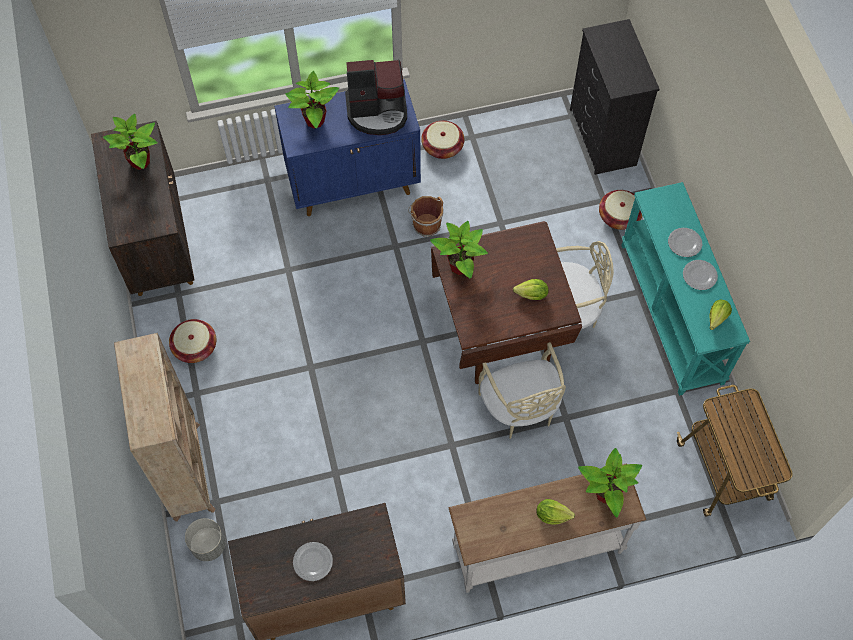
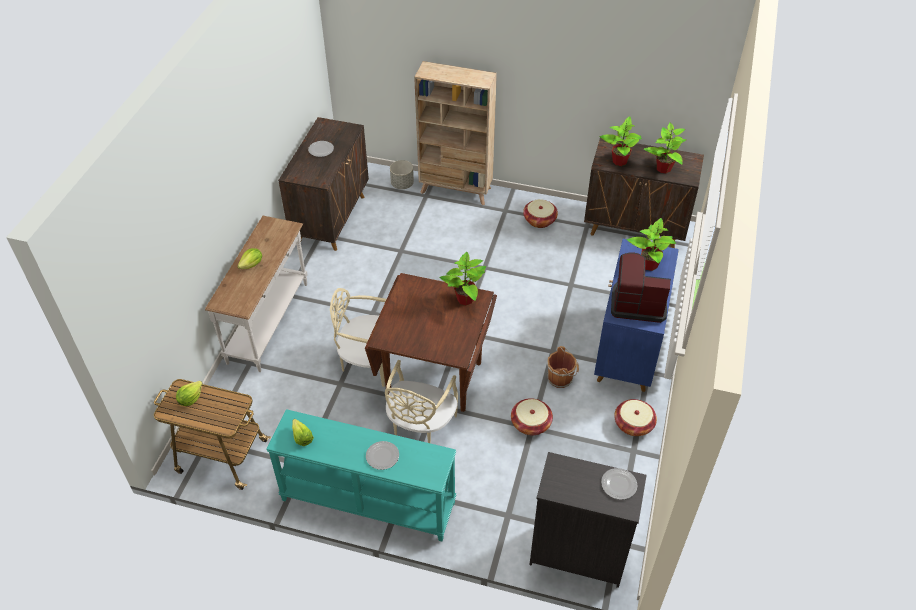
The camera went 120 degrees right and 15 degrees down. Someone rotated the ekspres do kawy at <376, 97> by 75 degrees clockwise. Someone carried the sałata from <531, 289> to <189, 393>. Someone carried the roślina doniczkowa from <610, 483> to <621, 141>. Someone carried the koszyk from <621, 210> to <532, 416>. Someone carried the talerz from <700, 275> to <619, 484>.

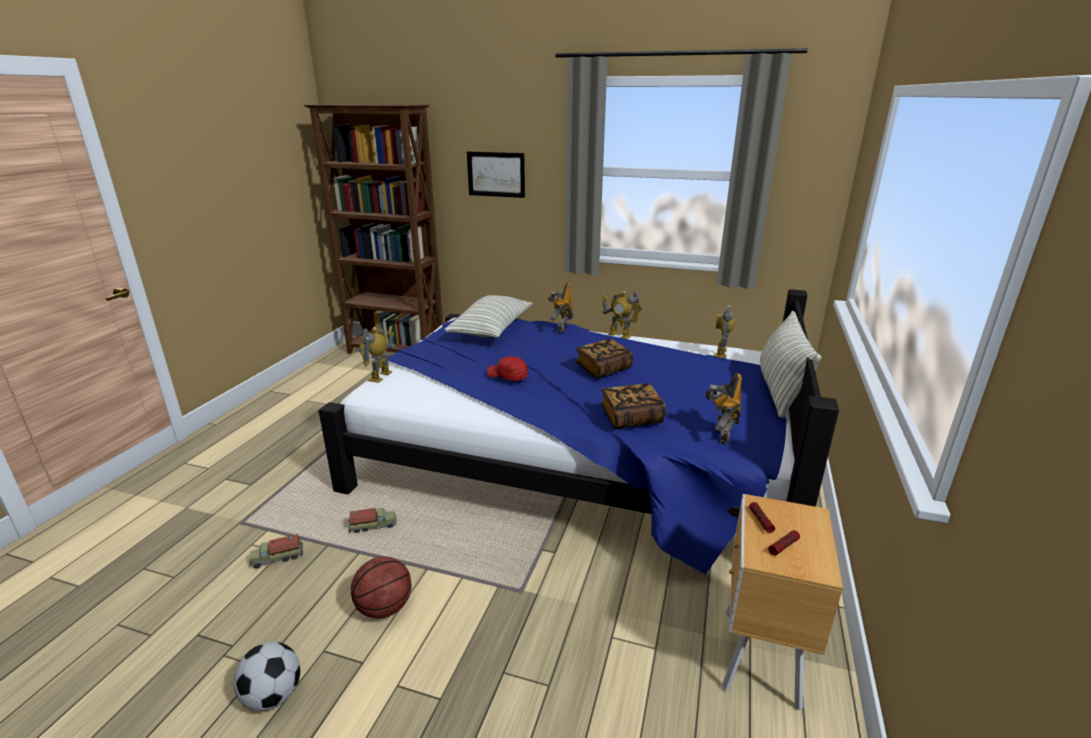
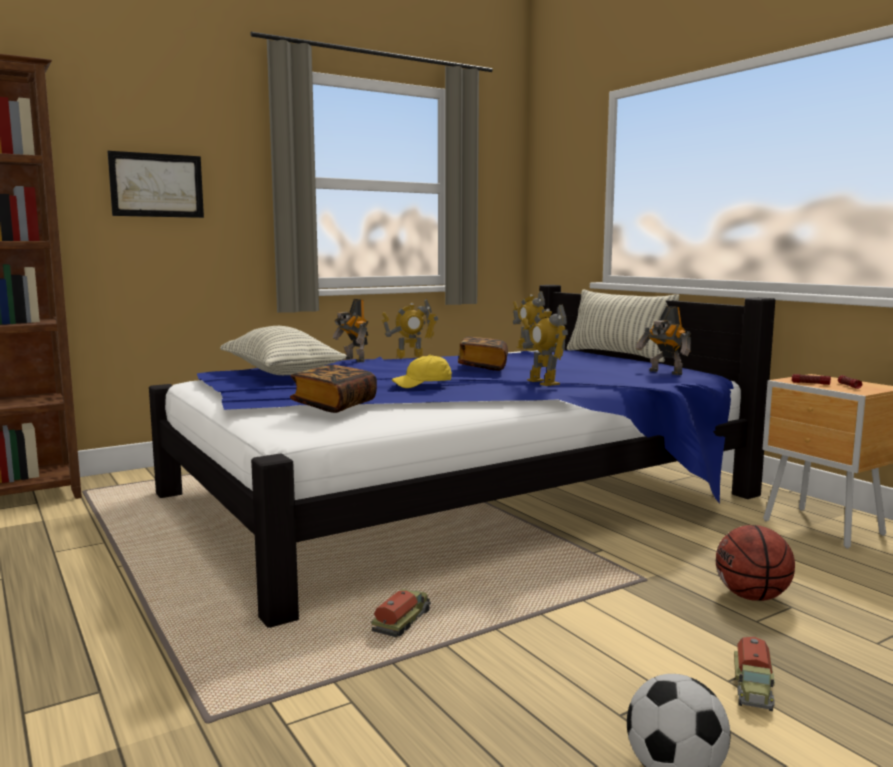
The camera went 50 degrees left and 15 degrees down. Someone carried the ciężarówka zabawkowa from <276, 551> to <754, 674>. Someone carried the piłka do koszykówki from <381, 587> to <755, 563>. Someone carried the robot zabawkowy from <376, 354> to <545, 345>. Someone repainted the czapka z daszkiem/czerwony at <507, 368>, which became the czapka z daszkiem/żółty at <422, 371>. Someone carried the książka from <633, 406> to <333, 389>.

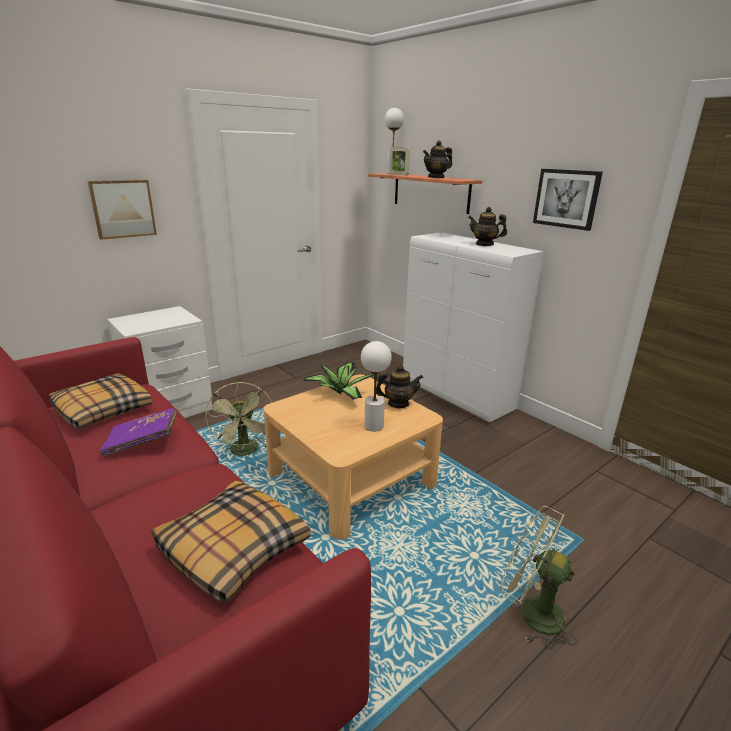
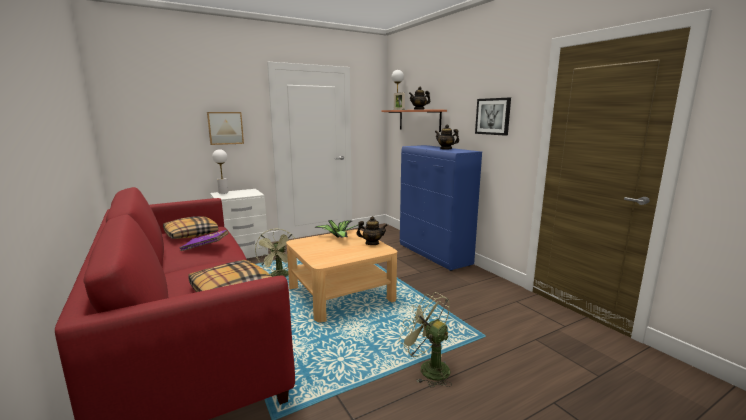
The camera went 10 degrees right and 10 degrees down. Someone carried the lampa stołowa/biały from <376, 386> to <220, 171>. Someone repainted the szafka/biały at <473, 327>, which became the szafka/niebieski at <441, 208>.

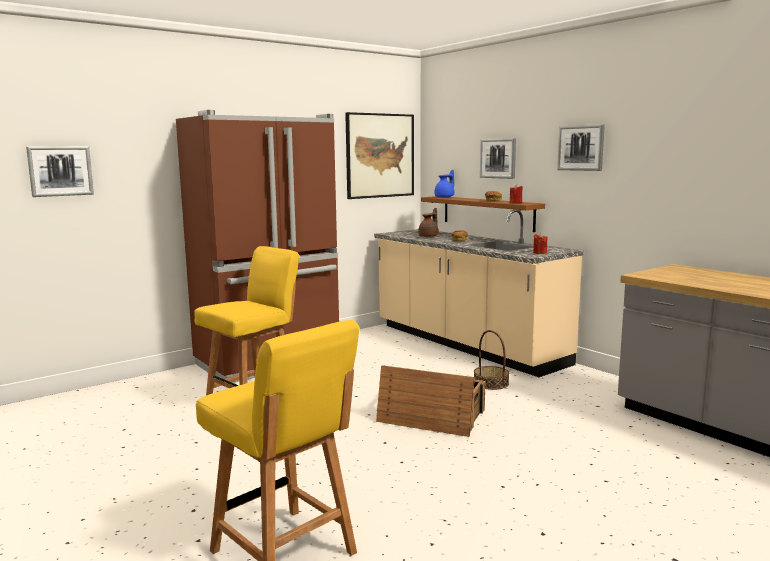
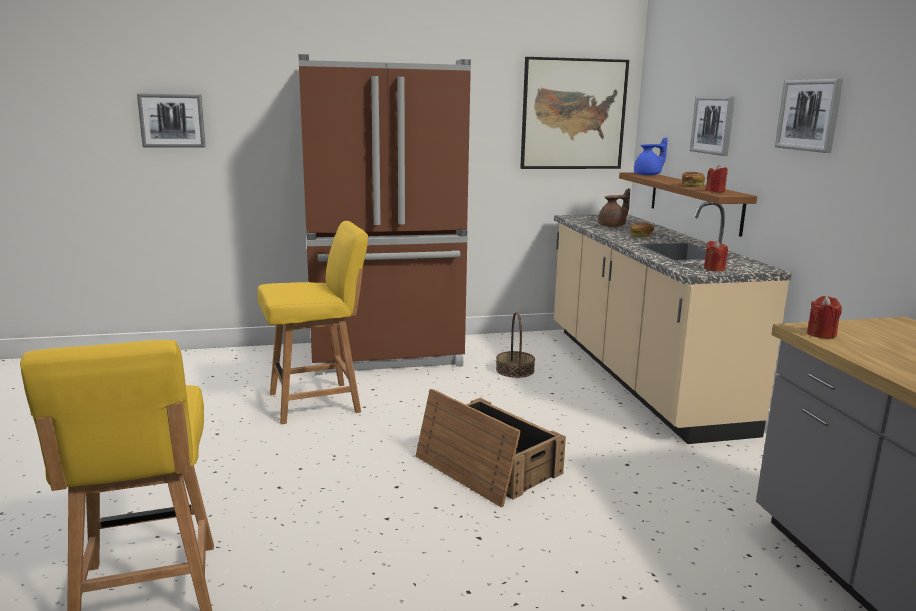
The camera went 25 degrees right and 5 degrees up. Someone carried the koszyk from <491, 360> to <515, 345>. Someone put down the świeca/czerwony at <824, 317>.

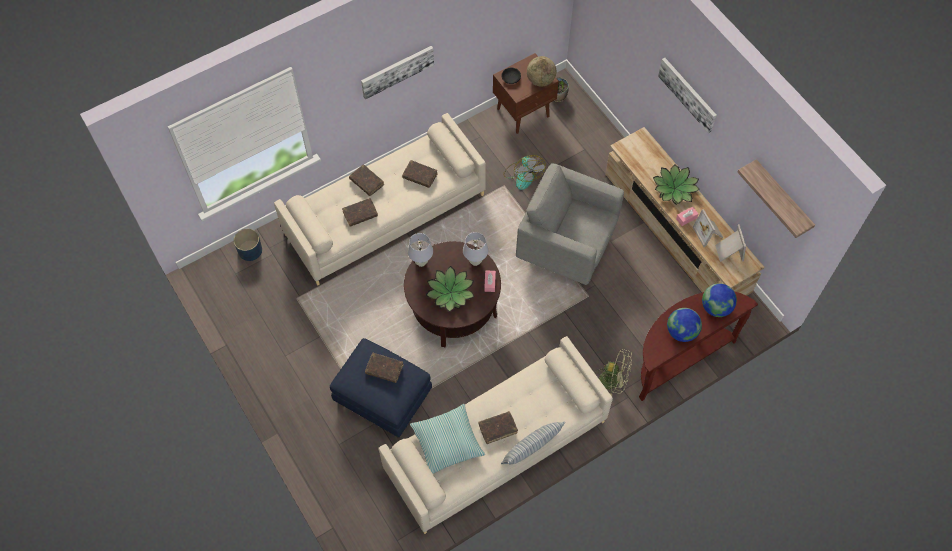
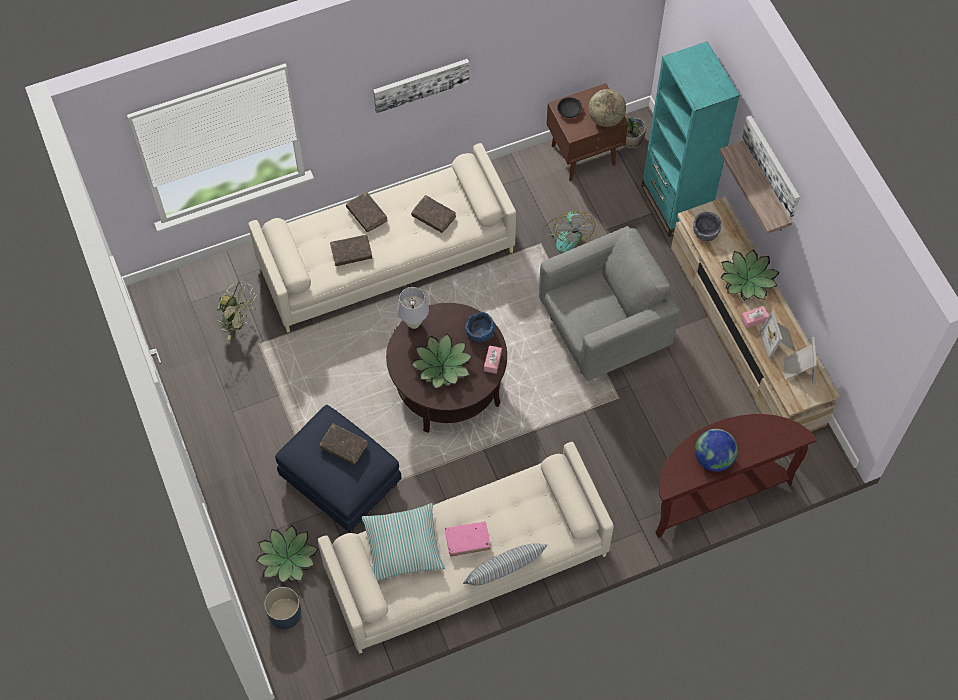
The camera went 10 degrees right and 0 degrees up. Someone carried the donica/niebieski from <248, 245> to <283, 608>. Someone swapped the lampa stołowa/biały at <475, 249> for the miska/niebieski at <480, 327>. Someone repainted the książka/brązowy at <498, 427>, which became the książka/różowy at <468, 539>. Someone rotated the fotel/szary at <570, 224> by 120 degrees clockwise. Someone carried the wentylator/zielony from <613, 372> to <237, 310>. Someone took away the globus at <719, 300>. Someone carried the półka from <776, 198> to <755, 187>. Someone put down the roślina doniczkowa at <287, 554>. Someone put down the regał/turkusowy at <690, 139>. Someone put down the miska/szary at <707, 226>.

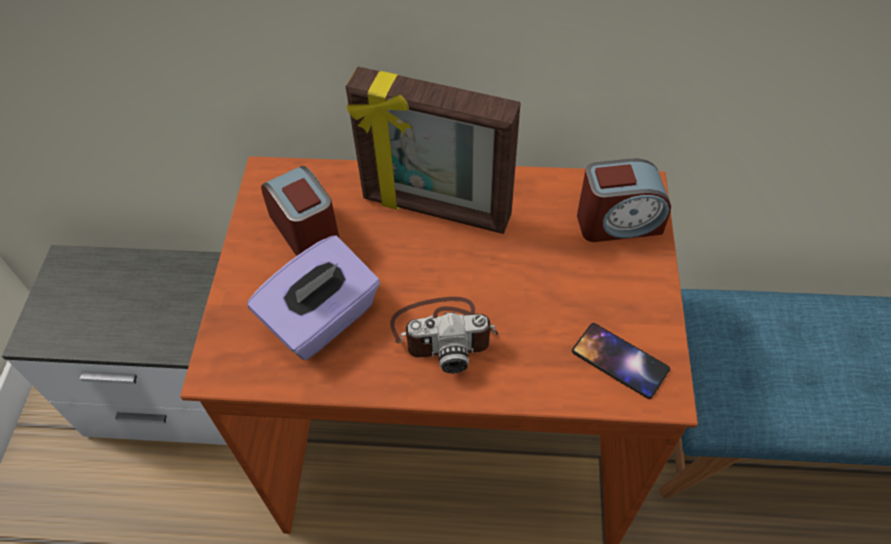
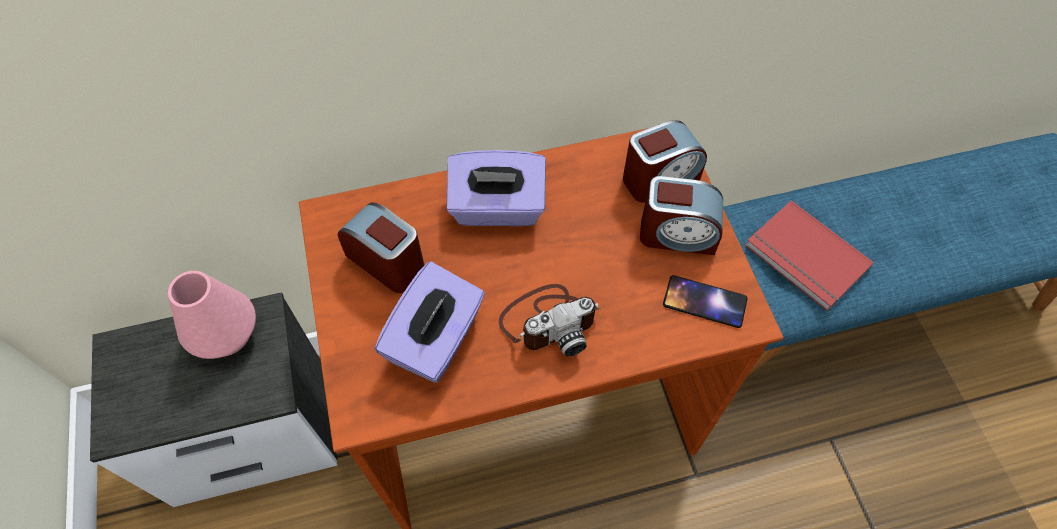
The camera went 20 degrees left and 5 degrees up. Someone swapped the ramka na zdjęcie at <433, 150> for the pudełko chusteczek/fioletowy at <496, 188>. Someone put down the wazon/różowy at <212, 315>. Someone put down the budzik at <681, 215>. Someone put down the książka/czerwony at <809, 255>.

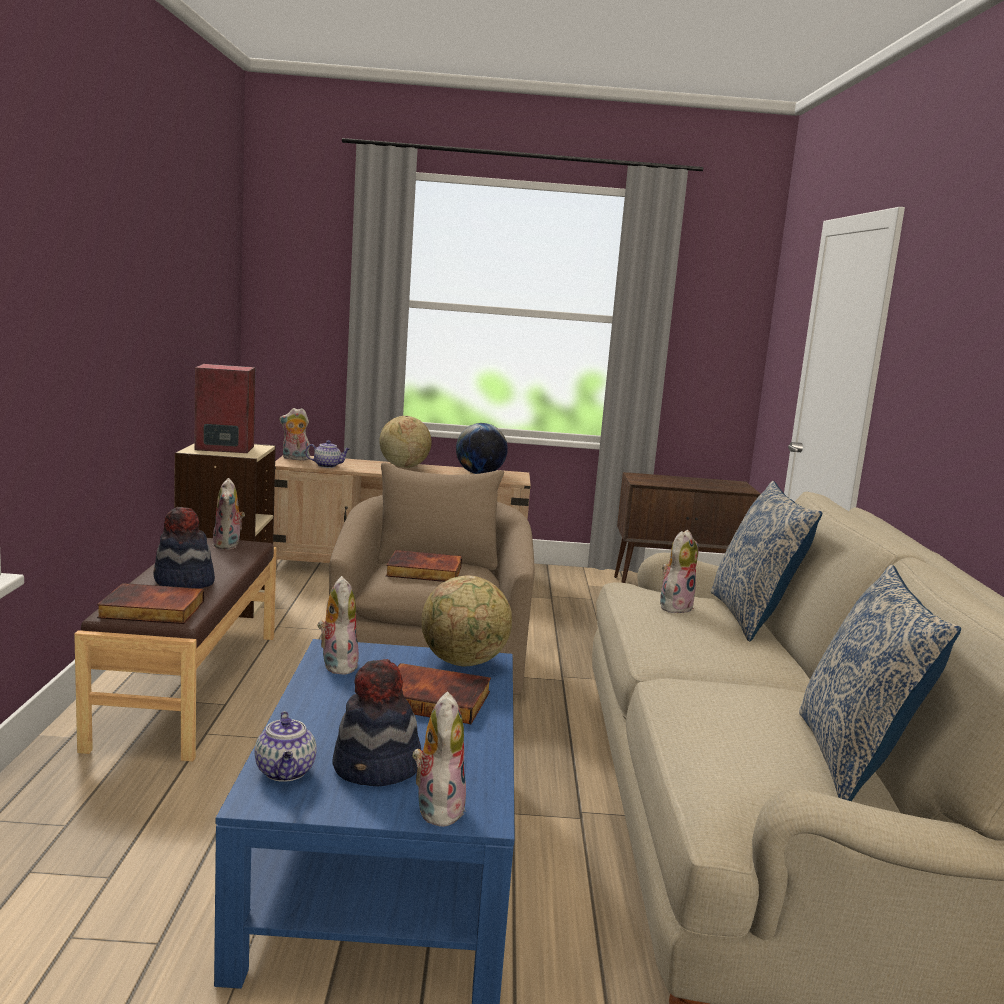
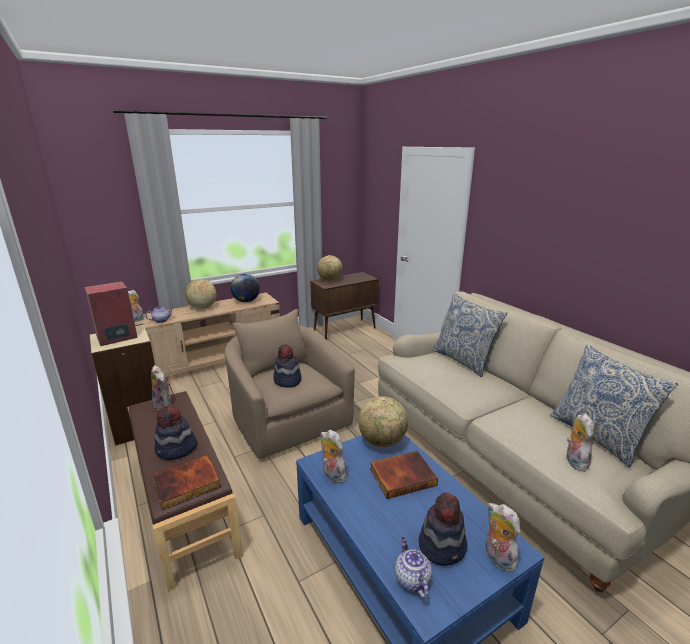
The camera went 30 degrees left and 10 degrees up. Someone rotated the imbryk at <285, 746> by 150 degrees counterclockwise. Someone swapped the książka at <424, 566> for the kapelusz at <287, 366>. Someone carried the pluszak from <679, 571> to <580, 442>. Someone put down the globus at <330, 268>.

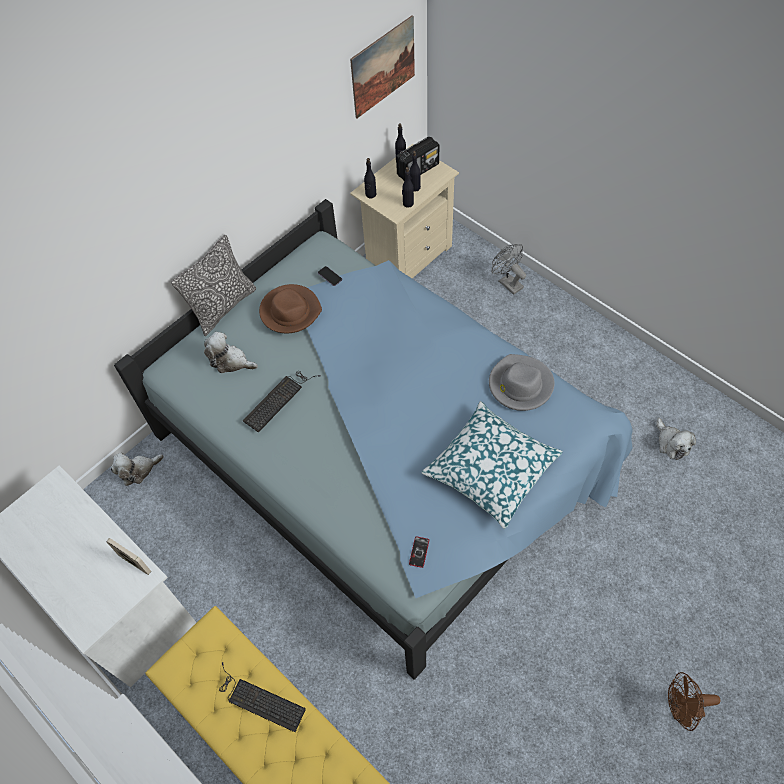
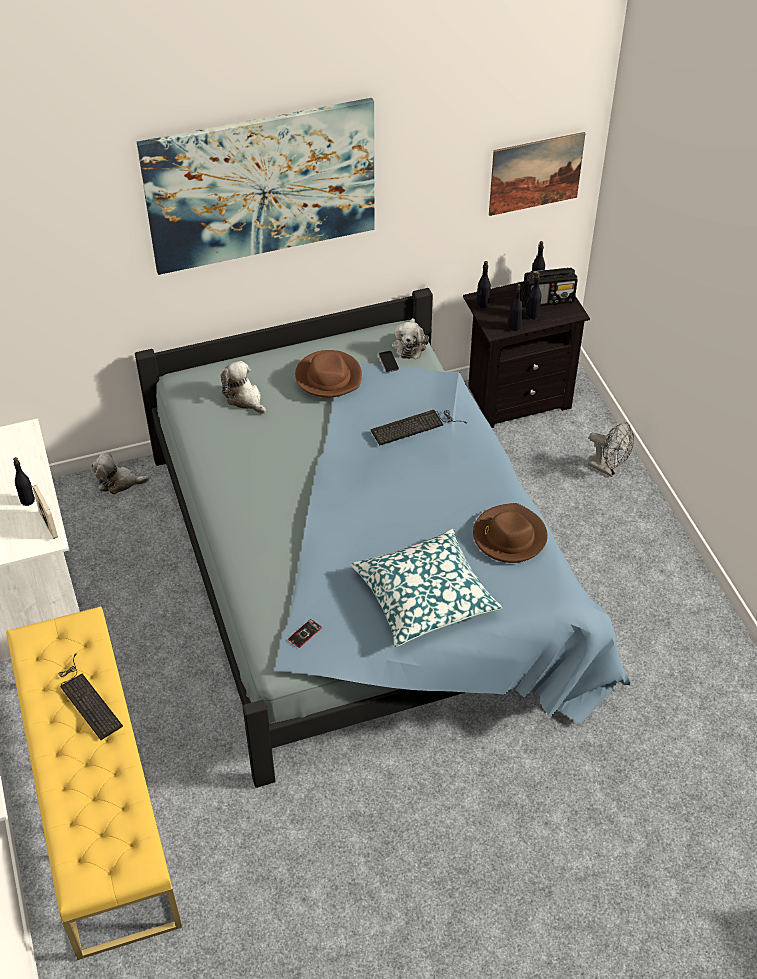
The camera went 25 degrees right and 10 degrees down. Someone took away the poduszka at <213, 285>. Someone carried the klawiatura from <282, 402> to <419, 427>. Someone repainted the szafka nocna/beżowy at <404, 211>, which became the szafka nocna/czarny at <526, 354>. Someone repainted the kapelusz/szary at <522, 382>, which became the kapelusz/brązowy at <510, 533>. Someone rotated the wentylator/szary at <509, 269> by 135 degrees clockwise. Someone carried the pluszak from <676, 439> to <410, 338>. Someone took away the wentylator/brązowy at <694, 701>. Someone put down the butelka/czarny at <24, 481>. Someone put up the obraz at <256, 186>.

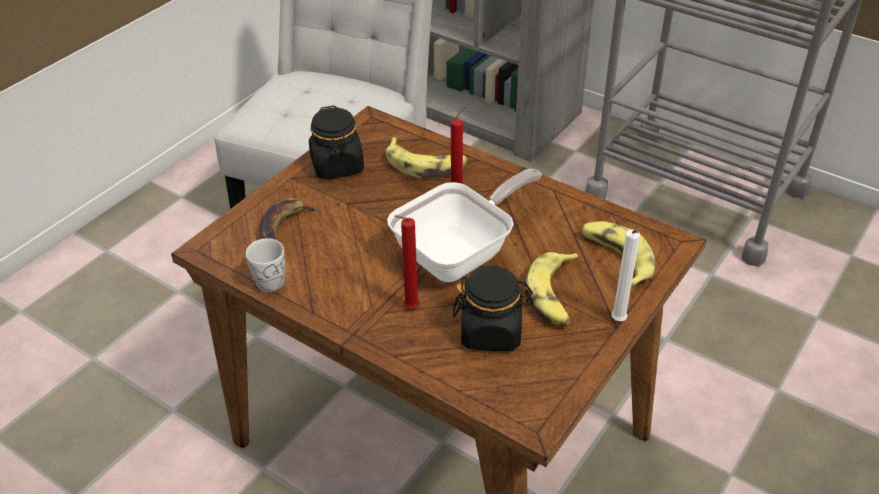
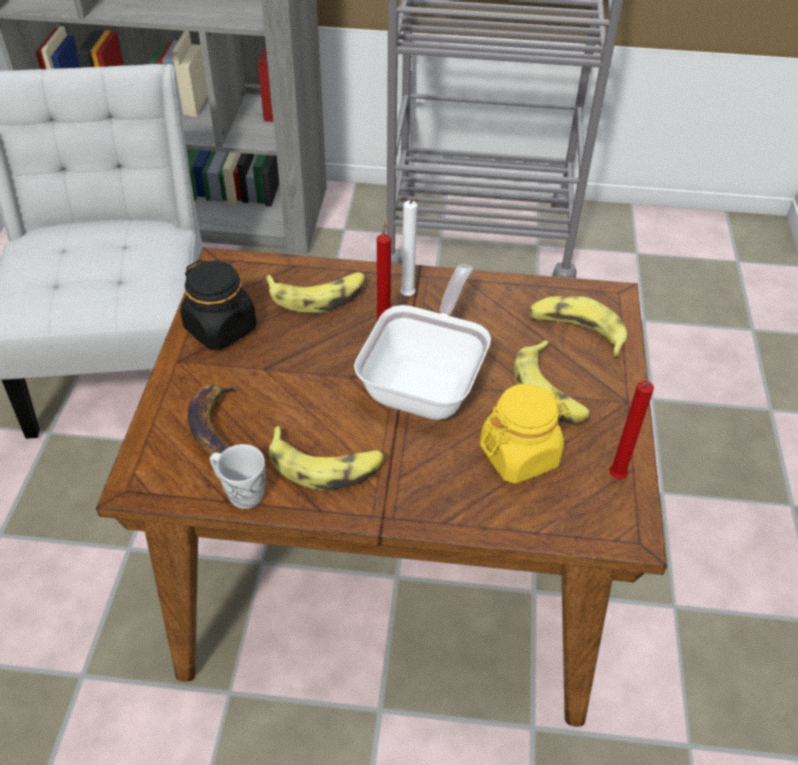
The camera went 30 degrees left and 5 degrees up. Someone carried the świeca/czerwony from <407, 262> to <631, 430>. Someone repainted the słoik/czarny at <493, 308>, which became the słoik/żółty at <524, 434>. Someone carried the świeca/biały from <625, 275> to <409, 247>. Someone put down the banan at <327, 458>.

